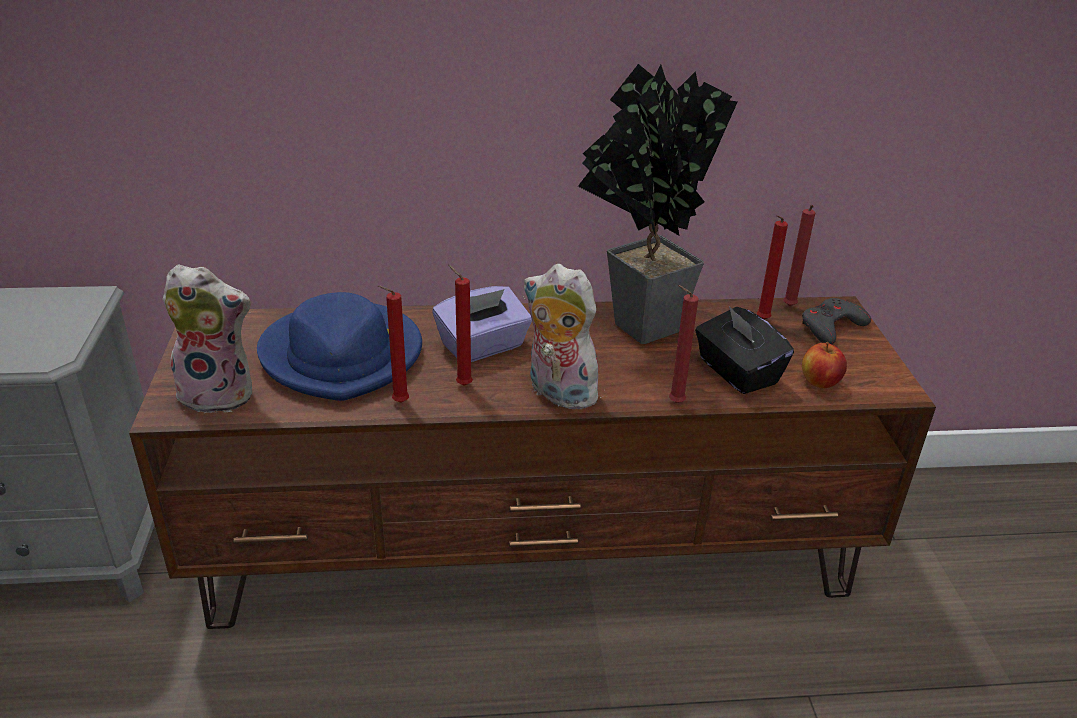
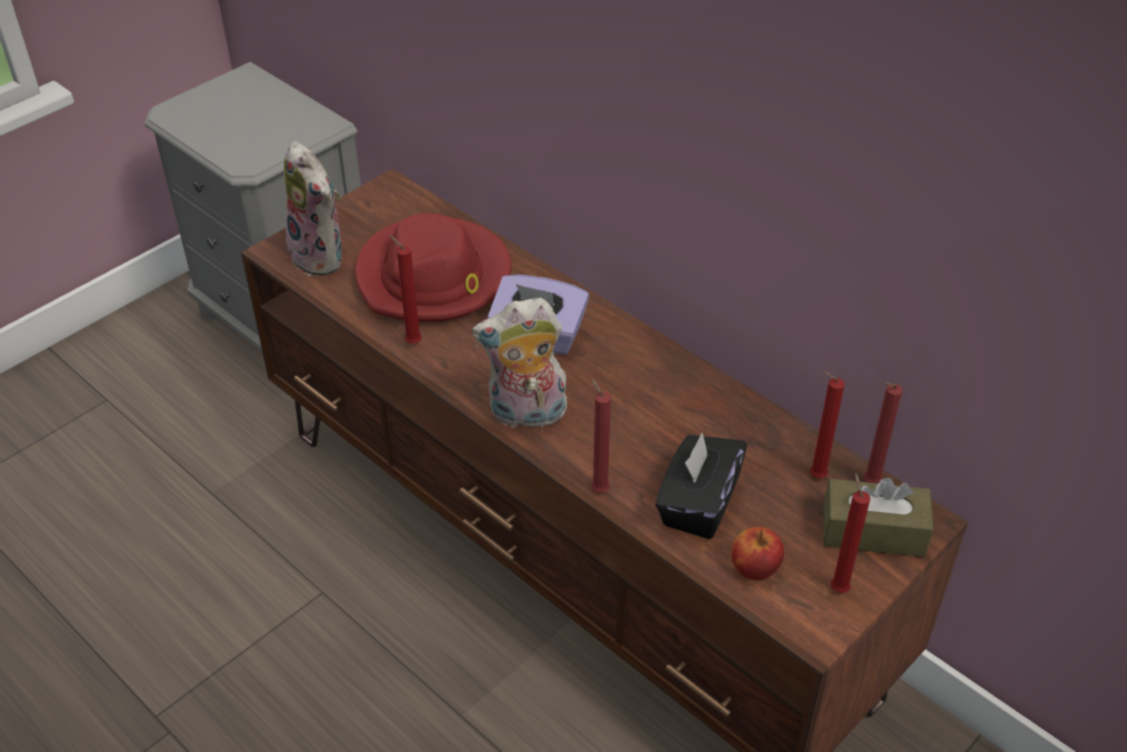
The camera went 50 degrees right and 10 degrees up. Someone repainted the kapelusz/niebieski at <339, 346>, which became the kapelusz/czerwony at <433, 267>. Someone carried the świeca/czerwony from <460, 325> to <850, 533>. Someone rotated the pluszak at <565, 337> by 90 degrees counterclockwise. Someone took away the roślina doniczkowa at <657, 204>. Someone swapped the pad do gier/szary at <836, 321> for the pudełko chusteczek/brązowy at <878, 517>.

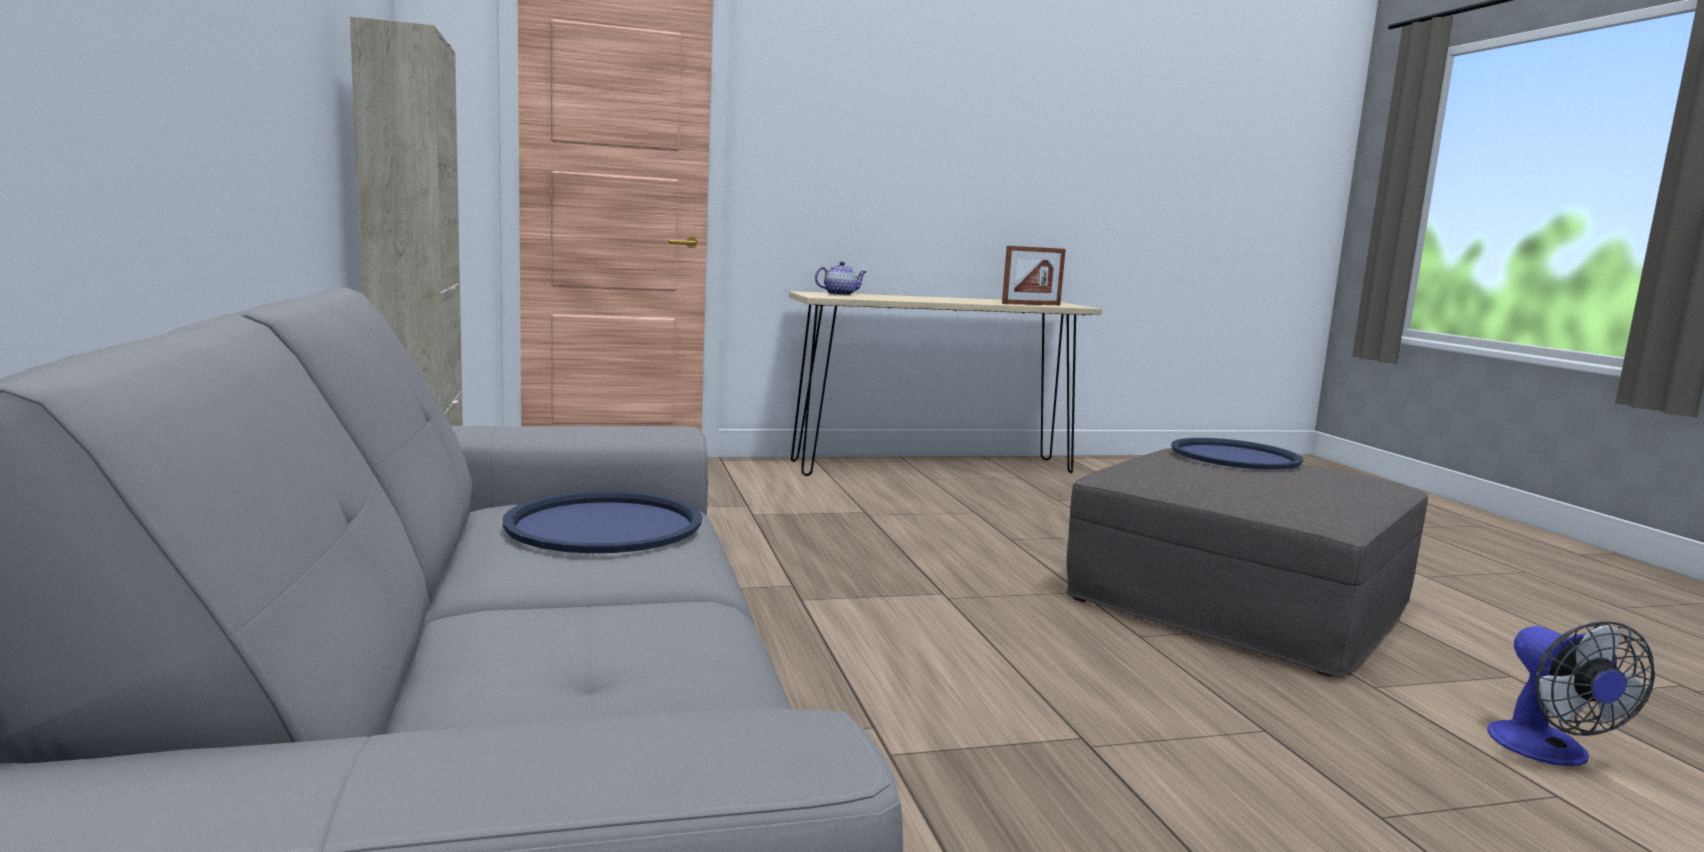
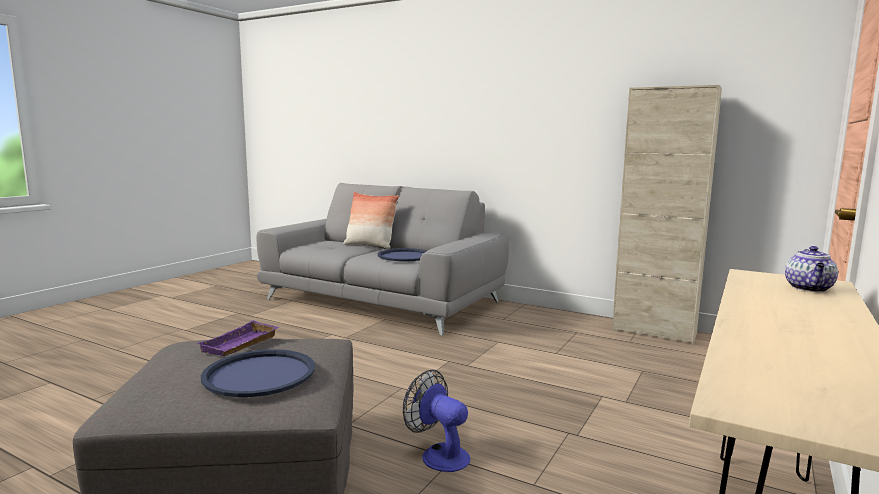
The camera went 135 degrees right and 0 degrees up. Someone took away the ramka na zdjęcie at <1034, 275>. Someone carried the wentylator from <1571, 693> to <437, 421>. Someone put down the taca/fioletowy at <238, 338>. Someone put down the poduszka at <371, 220>.

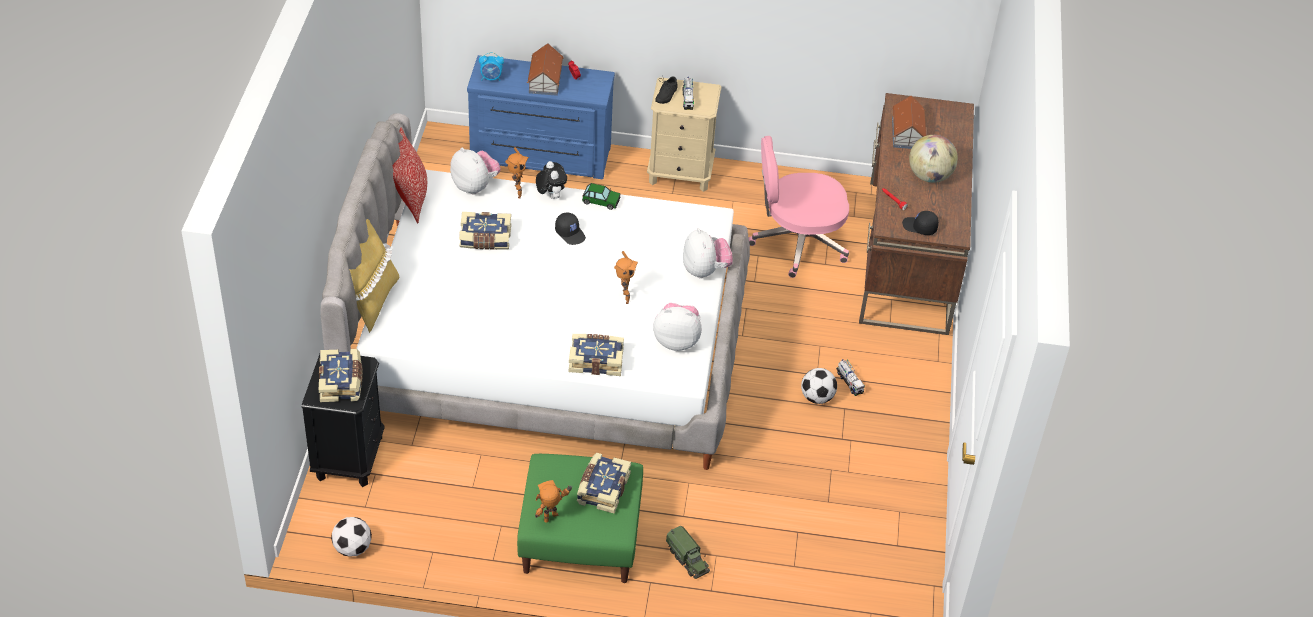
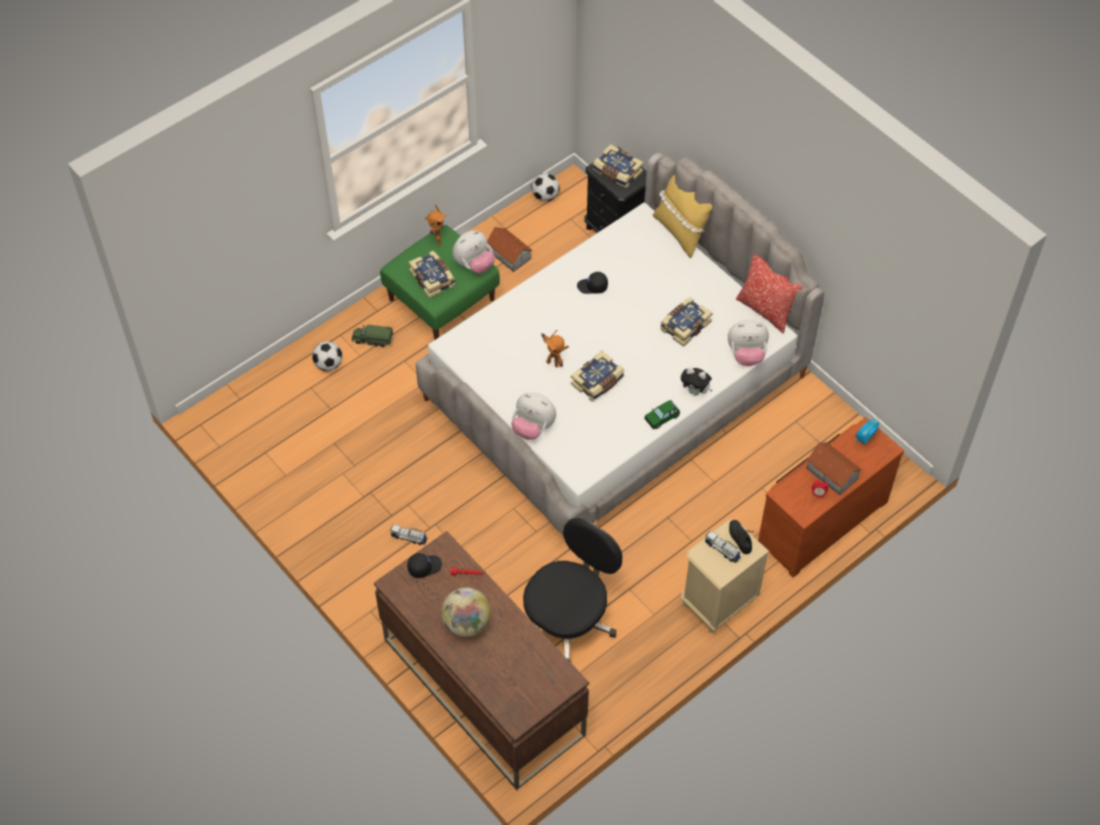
The camera went 135 degrees right and 10 degrees up. Someone repainted the komoda/niebieski at <541, 117>, which became the komoda/brązowy at <831, 497>. Someone took away the robot zabawkowy at <517, 172>. Someone carried the czapka z daszkiem/czarny from <570, 228> to <592, 283>. Someone carried the książka from <596, 355> to <598, 376>. Someone carried the pluszak from <677, 327> to <473, 252>. Someone repainted the krzesło biurowe/różowy at <799, 207>, which became the krzesło biurowe/czarny at <572, 590>. Someone carried the piłka futbolowa from <819, 386> to <327, 356>. Someone carried the domek from <909, 122> to <510, 249>.

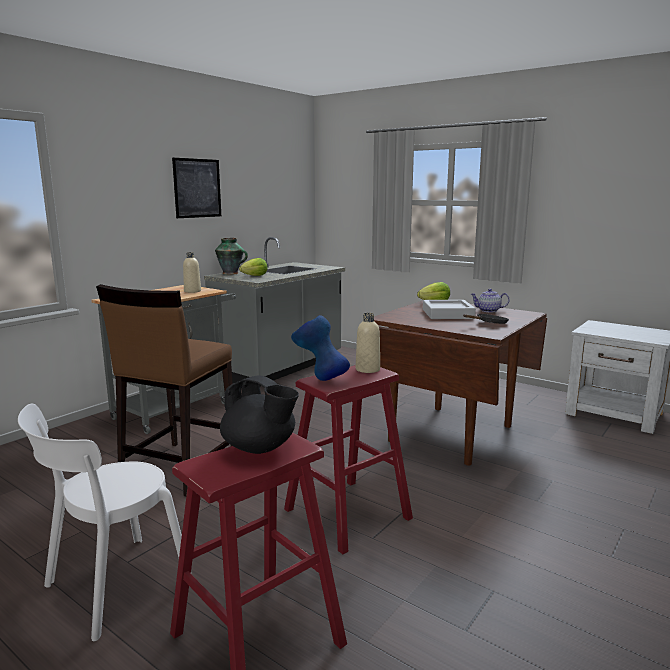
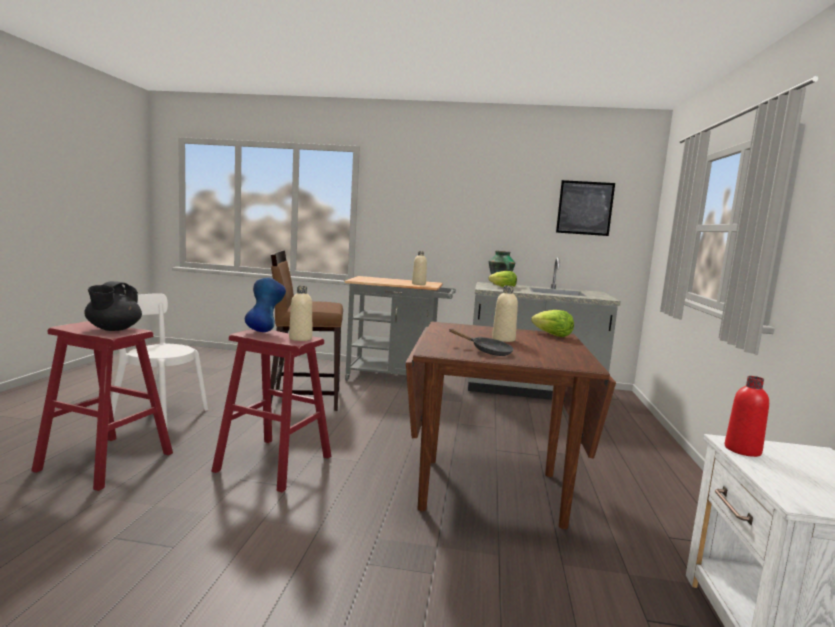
The camera went 60 degrees right and 5 degrees down. Someone carried the obraz from <196, 188> to <585, 208>. Someone swapped the taca/szary at <449, 309> for the butelka/beżowy at <505, 314>. Someone took away the imbryk at <490, 300>. Someone put down the butelka/czerwony at <747, 416>.

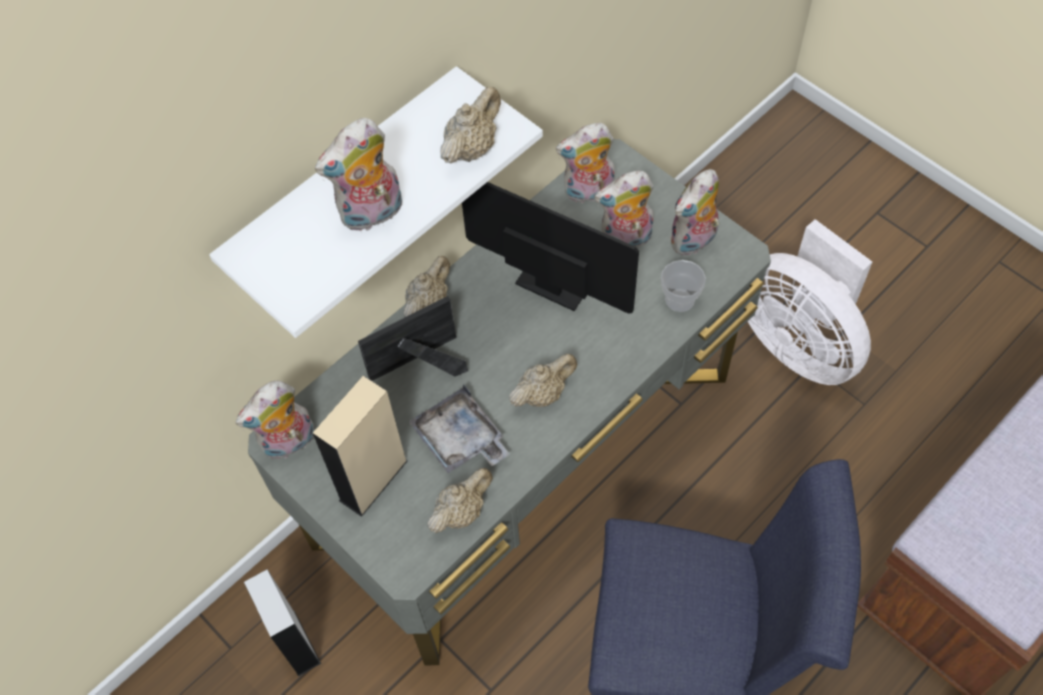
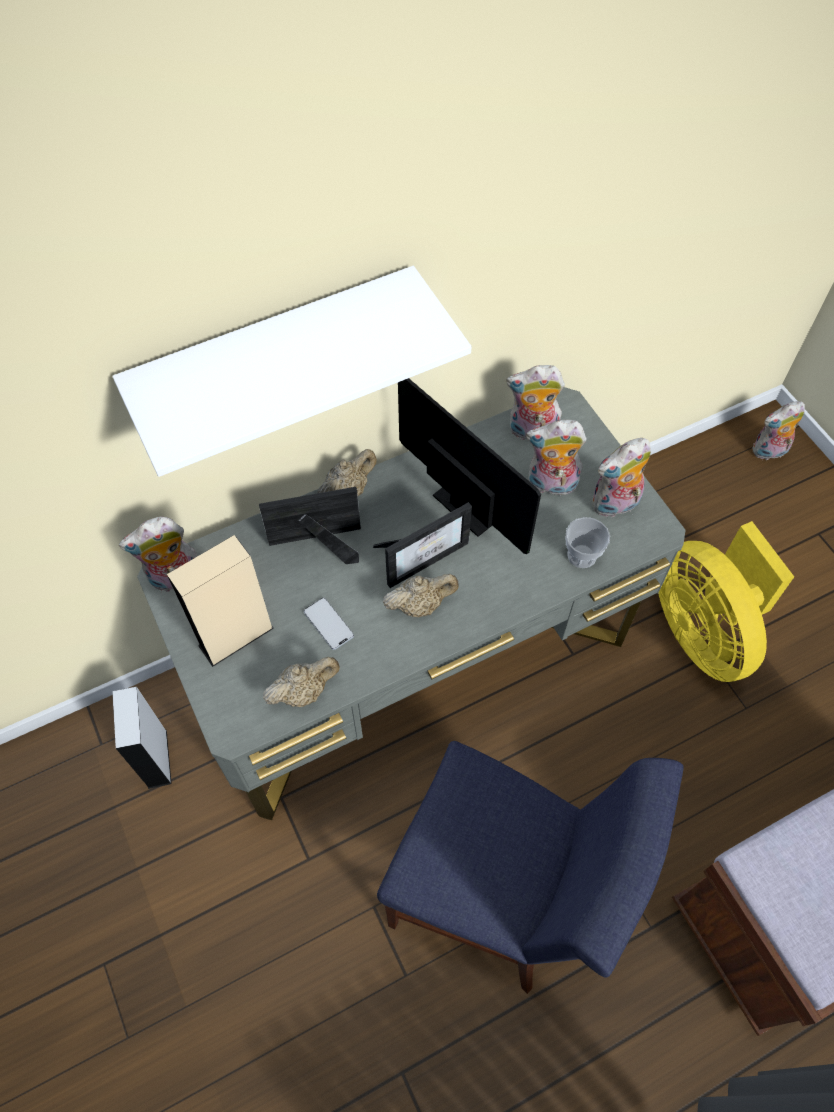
The camera went 15 degrees right and 0 degrees up. Someone carried the pluszak from <358, 174> to <779, 430>. Someone swapped the taca/szary at <459, 429> for the telefon at <328, 623>. Someone took away the imbryk/beżowy at <470, 125>. Someone repainted the wentylator/biały at <810, 302>, which became the wentylator/żółty at <726, 601>. Someone put down the ramka na zdjęcie at <422, 545>.

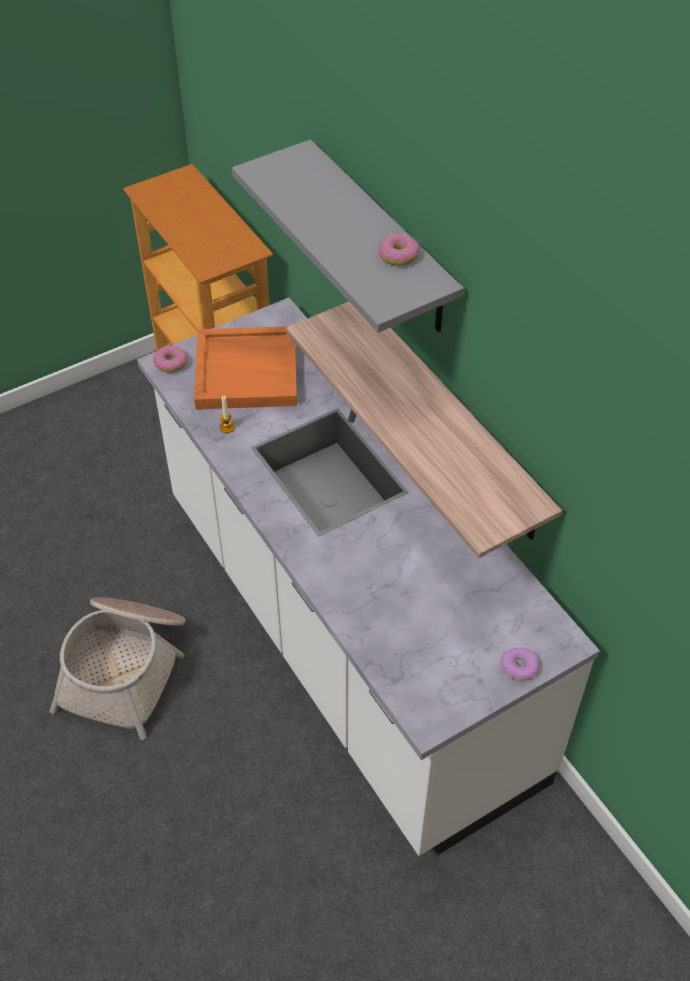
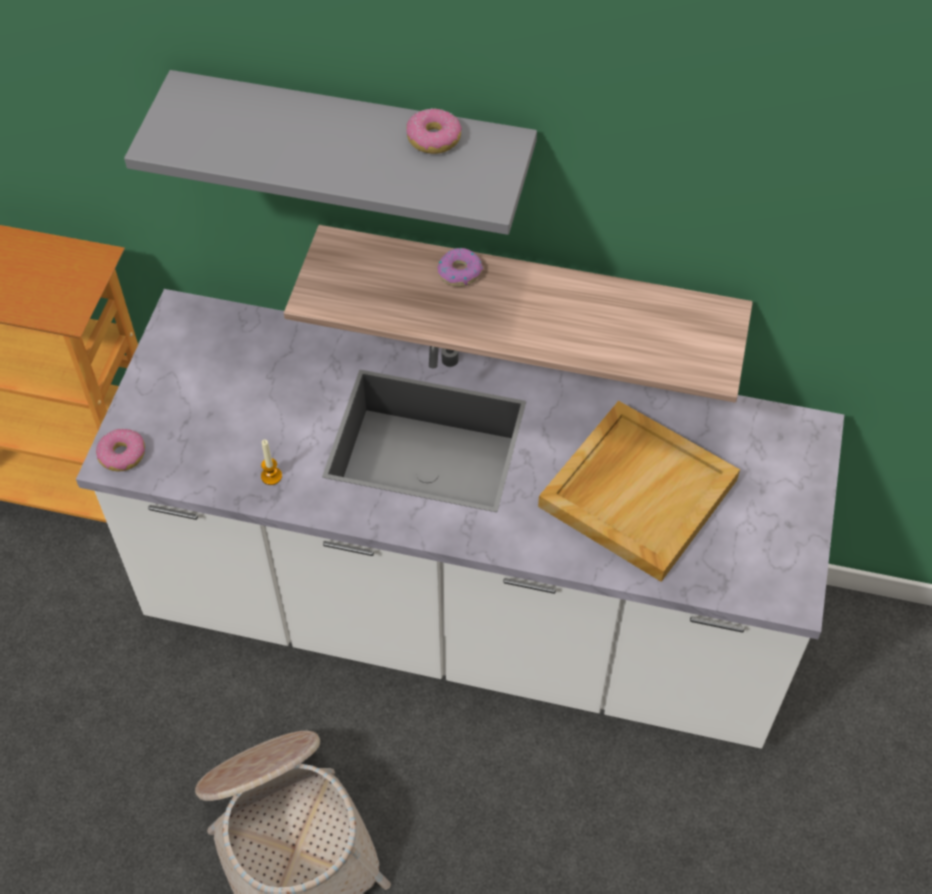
The camera went 45 degrees left and 5 degrees up. Someone took away the taca/pomarańczowy at <245, 367>. Someone carried the donut from <519, 664> to <460, 267>. Someone put down the taca/beżowy at <639, 491>.

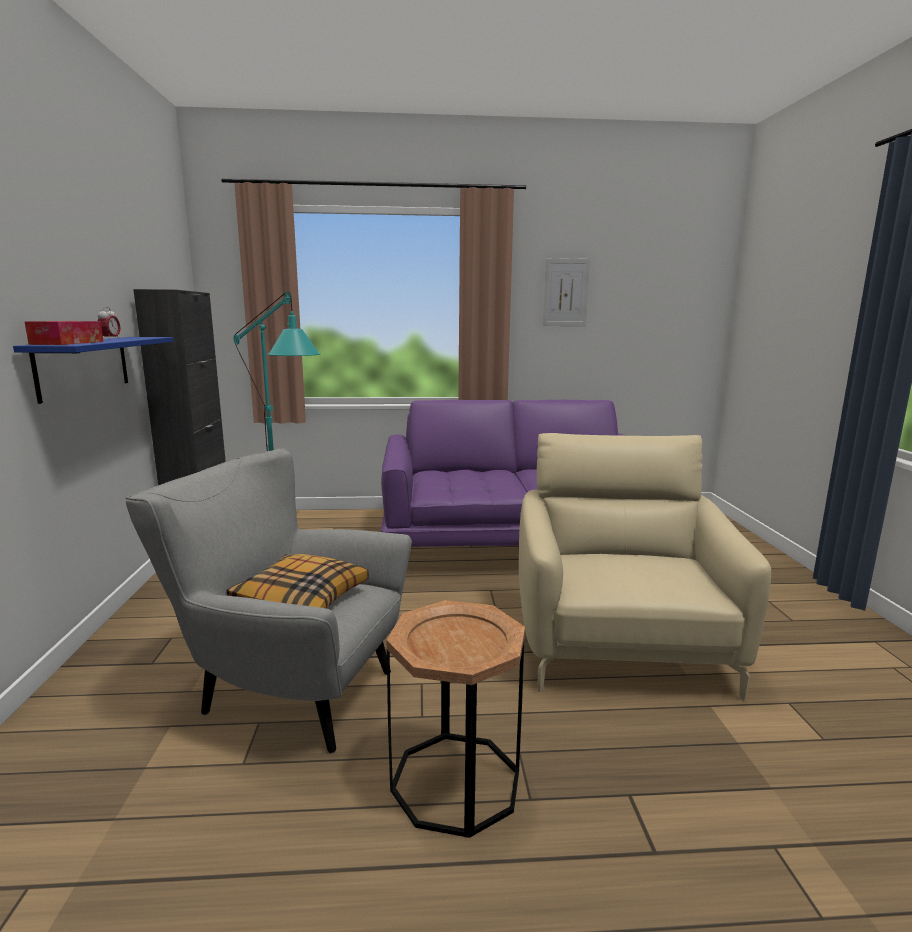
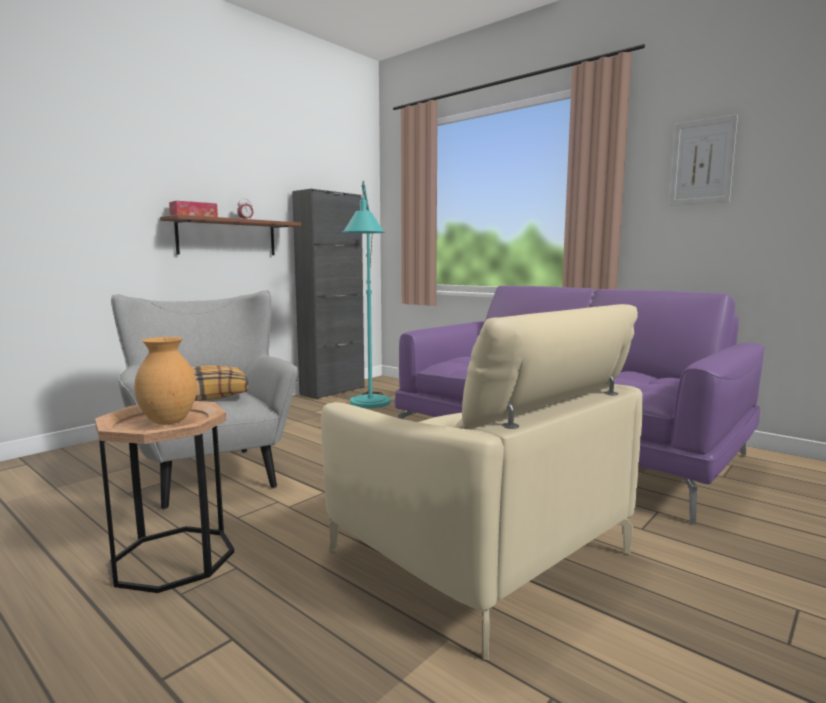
The camera went 45 degrees right and 5 degrees down. Someone repainted the półka/niebieski at <93, 370>, which became the półka/brązowy at <230, 235>. Someone rotated the fotel/beżowy at <645, 567> by 90 degrees clockwise. Someone put down the wazon/brązowy at <165, 381>.

